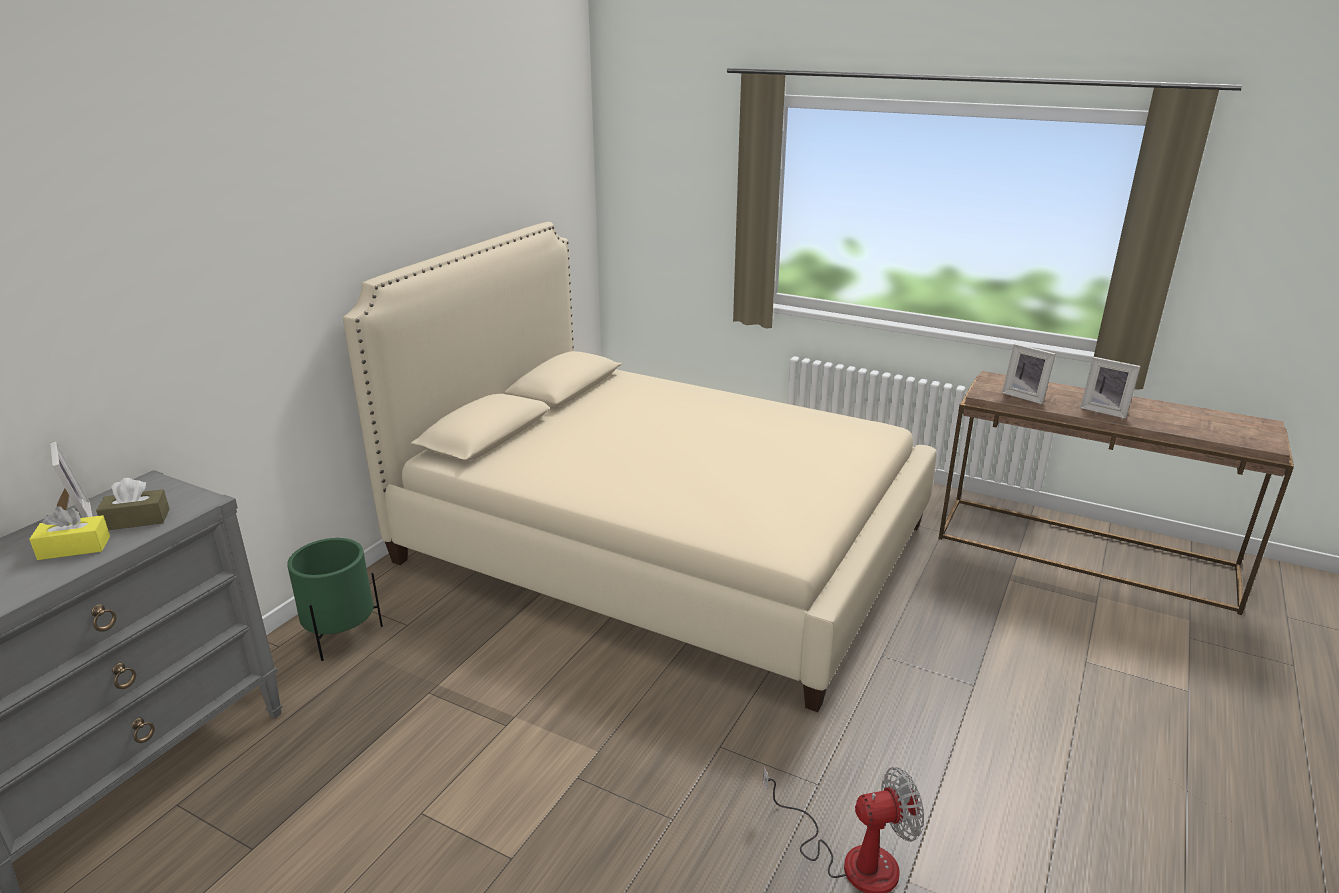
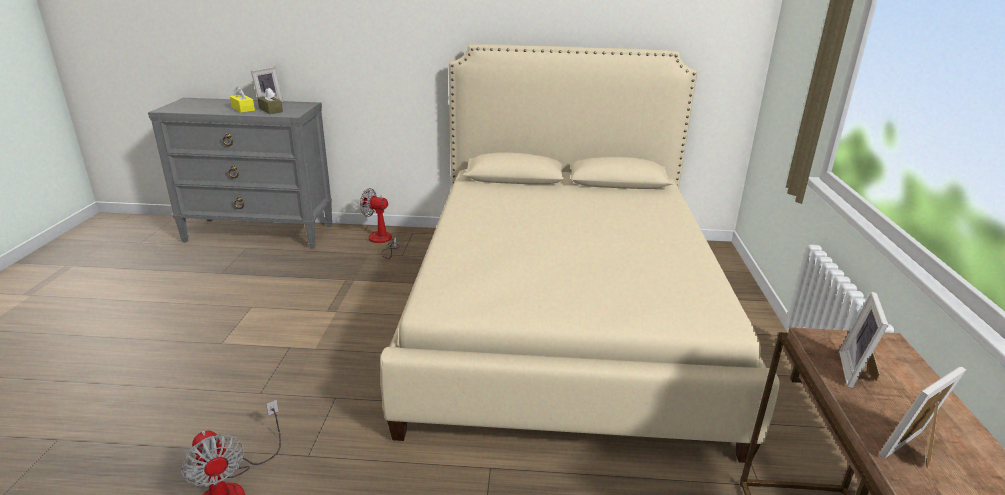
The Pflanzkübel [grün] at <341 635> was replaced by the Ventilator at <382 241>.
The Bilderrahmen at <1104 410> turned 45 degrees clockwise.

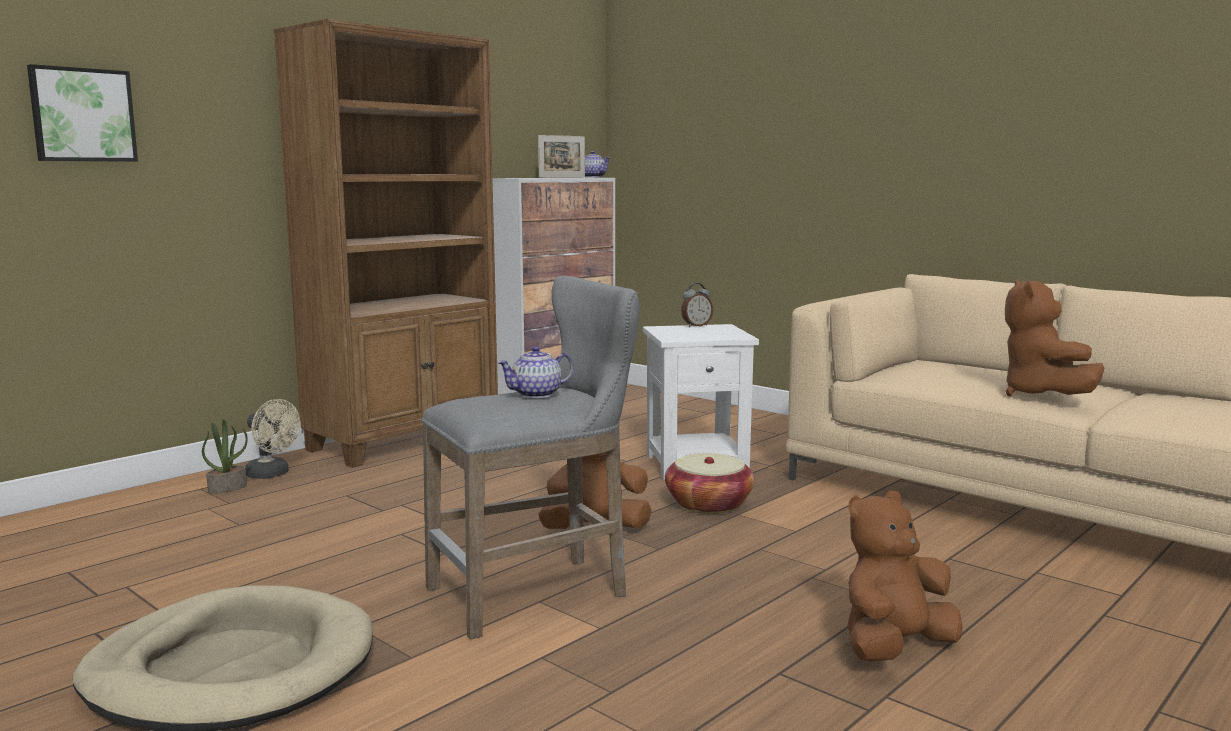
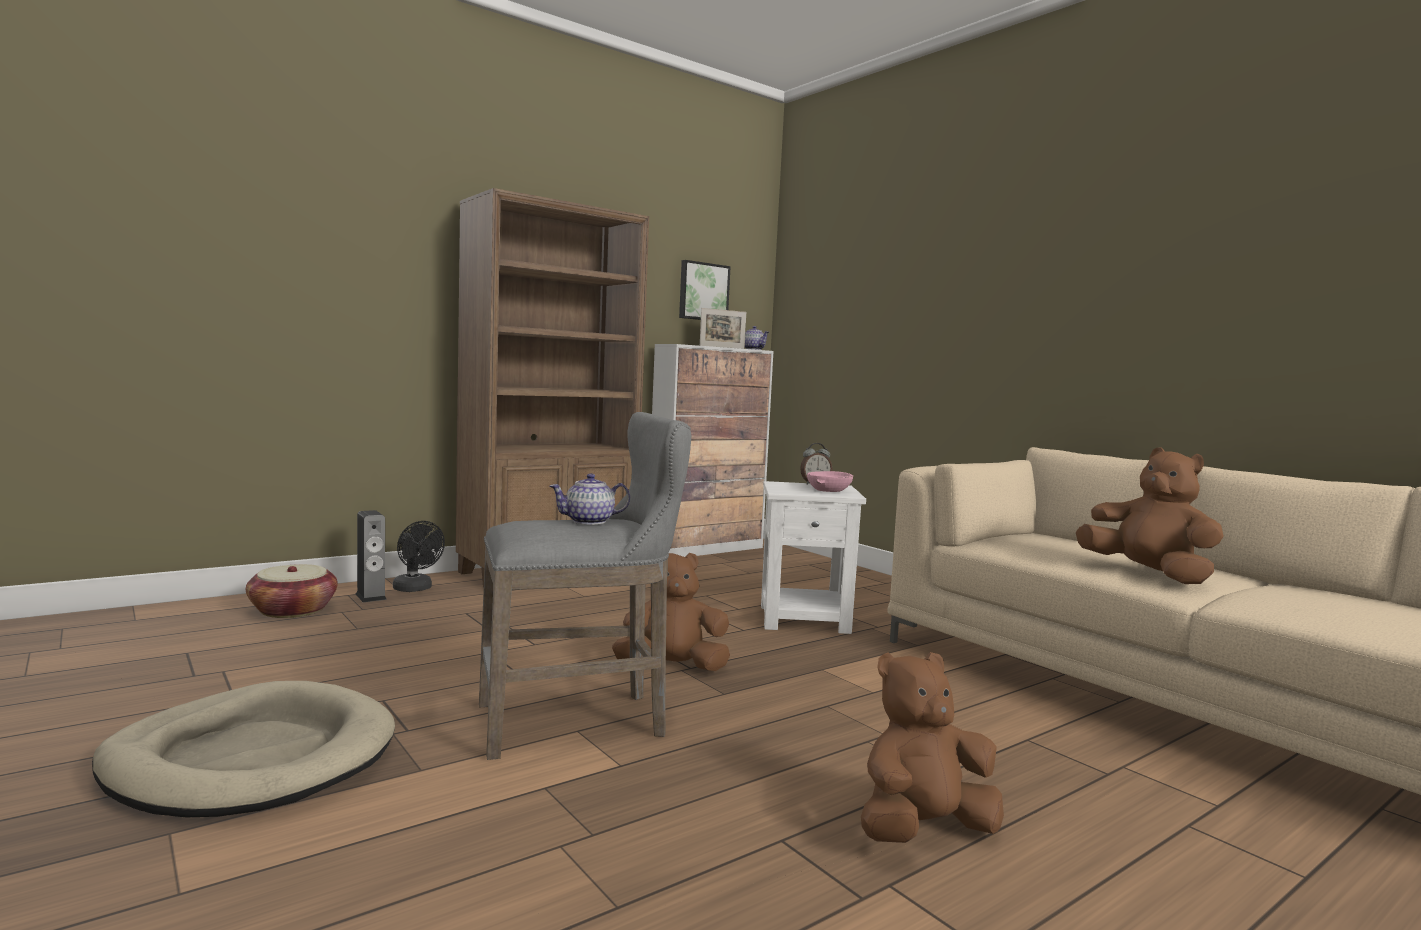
The Bild moved from <82 115> to <703 291>.
The Topfpflanze at <227 488> was replaced by the Lautsprecher at <371 596>.
The Ventilator [beige] at <272 474> became the Ventilator [schwarz] at <415 589>.
The Korb moved from <708 504> to <292 610>.
The Plüschtier [braun] at <1041 395> turned 135 degrees clockwise.
The Schüssel [rosa] at <829 490> appeared.

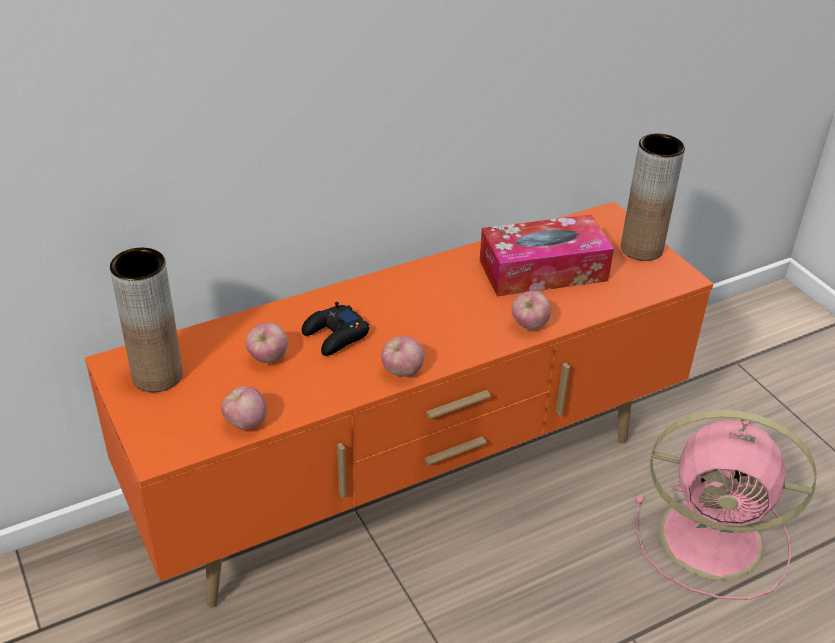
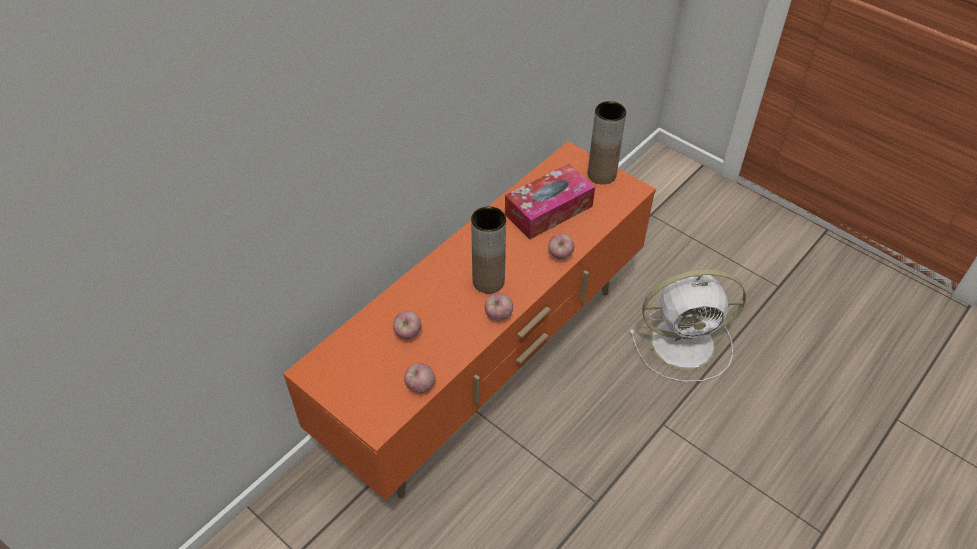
The Vase [braun] moved from <157 375> to <488 281>.
The Gamepad [schwarz] at <335 336> disappeared.
The Ventilator [rosa] at <715 539> became the Ventilator [weiß] at <685 343>.

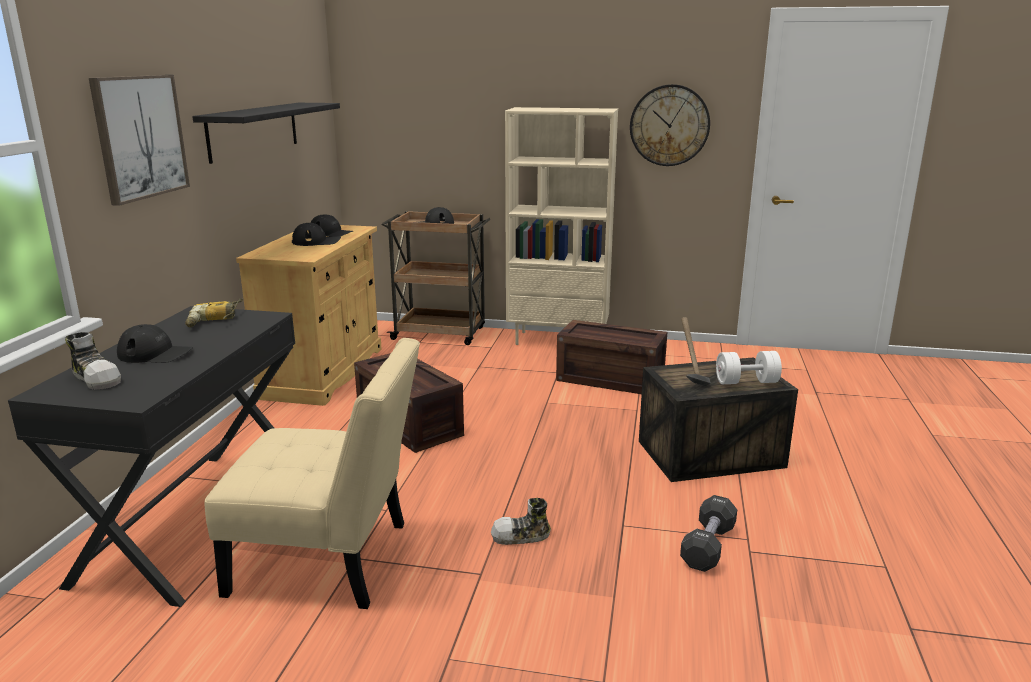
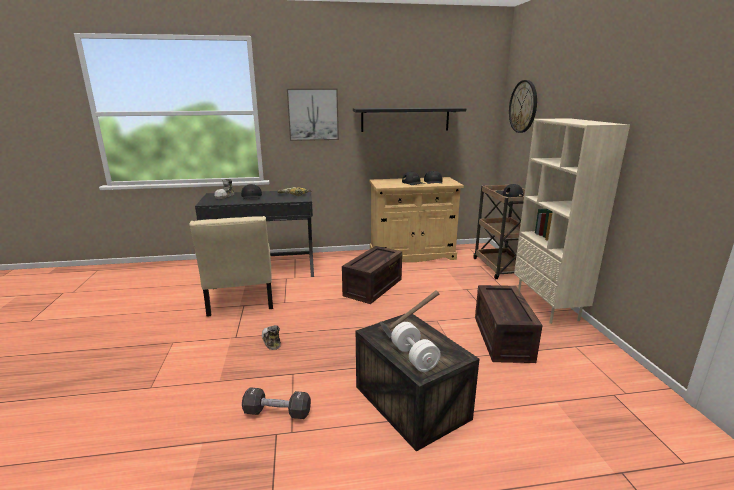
The Wanduhr moved from <669 125> to <523 106>.

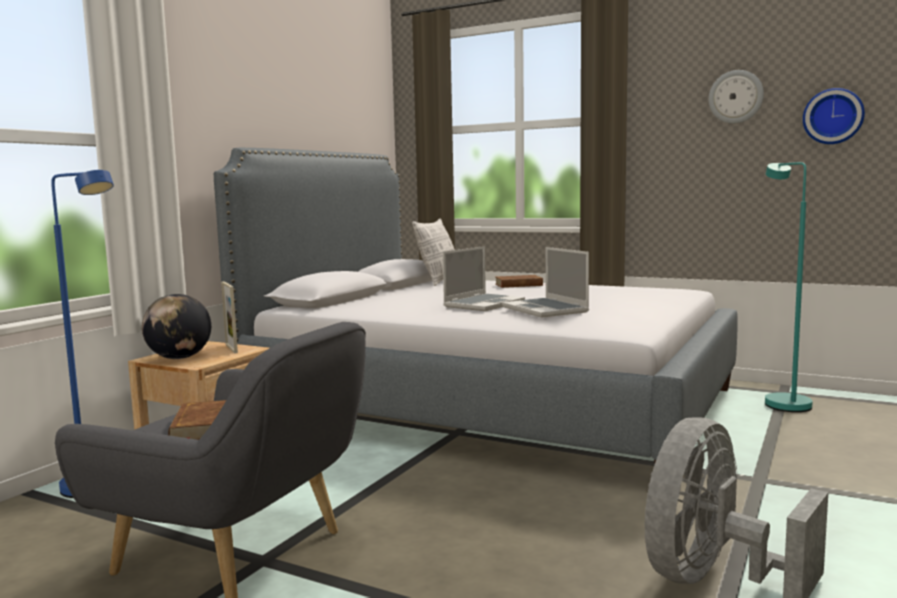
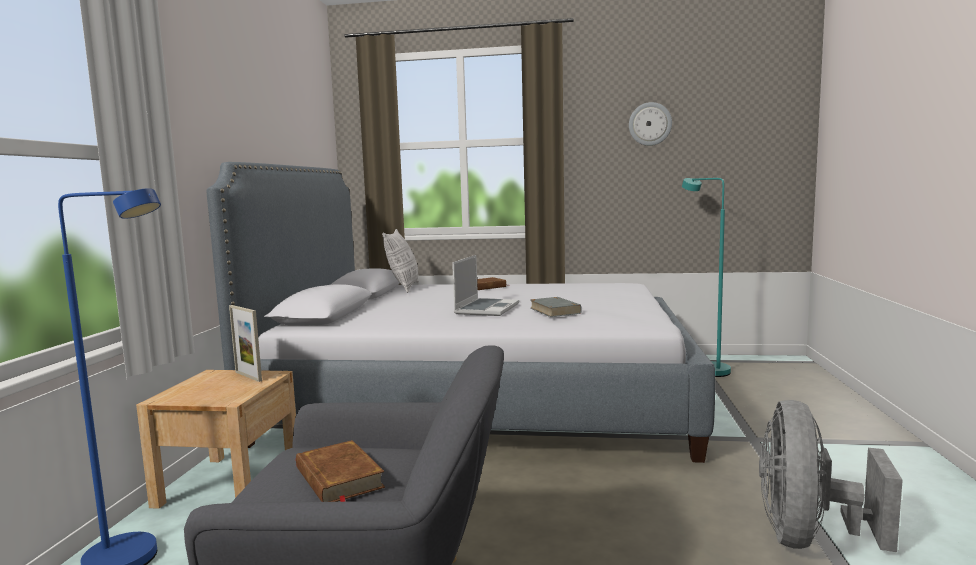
The Globus at <179 358> disappeared.
The Laptop at <546 310> was replaced by the Buch [grau] at <555 310>.
The Wanduhr at <833 116> disappeared.

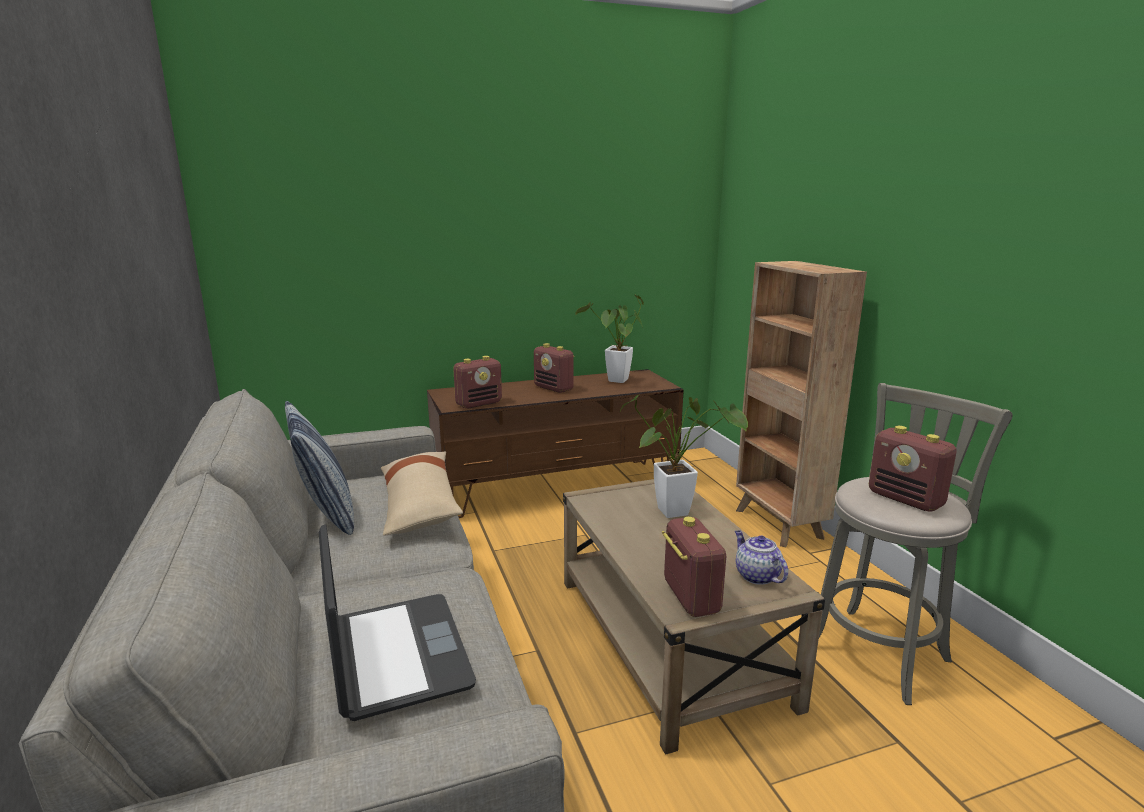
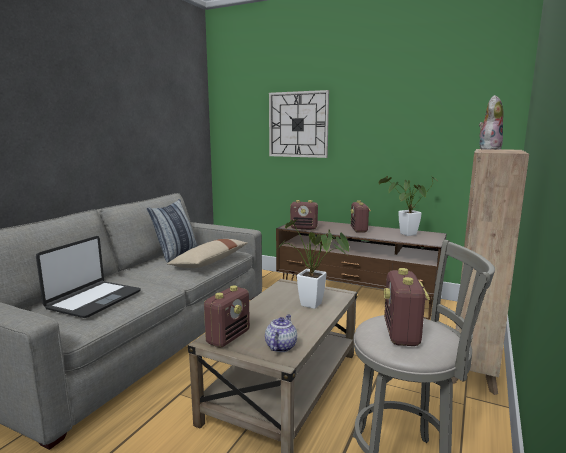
The Wanduhr at <298 124> appeared.
The Plüschtier at <488 149> appeared.

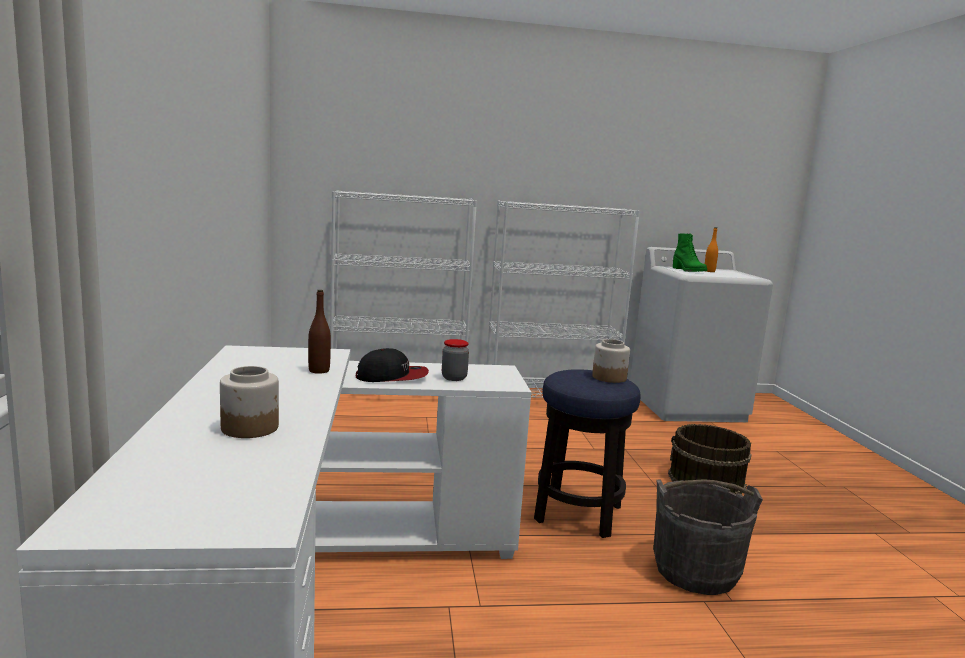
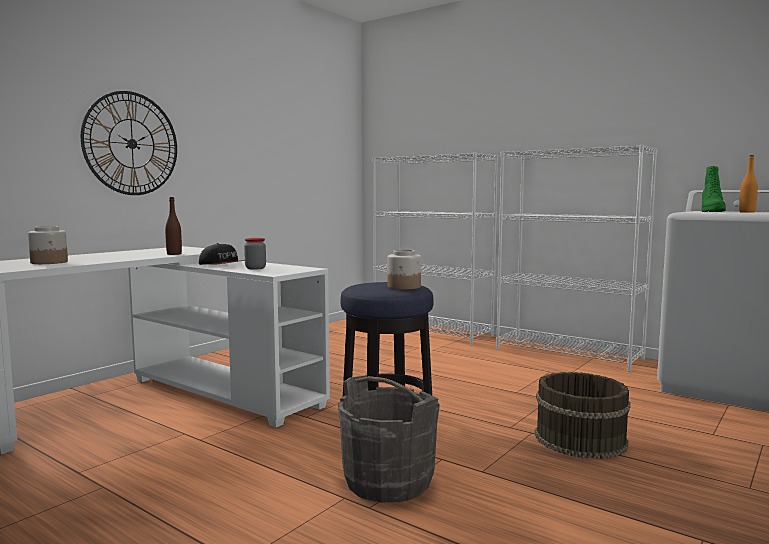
The Wanduhr at <131 143> appeared.

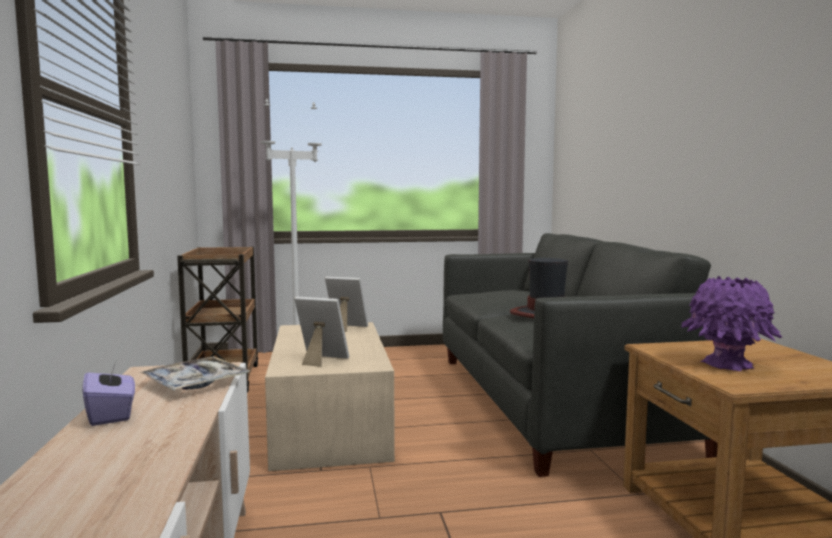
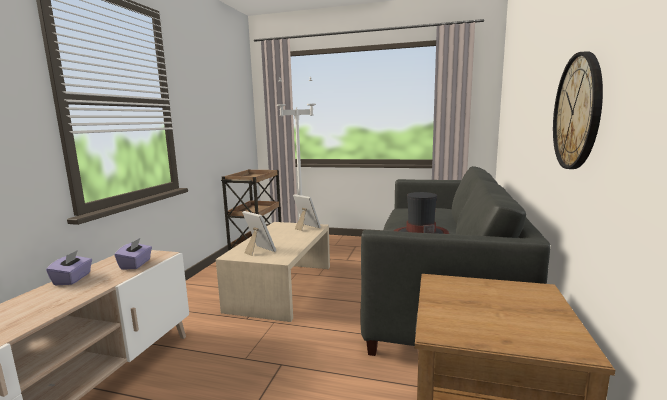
The Tablett at <195 383> was replaced by the Taschentuchbox [lila] at <136 264>.
The Vase [lila] at <726 364> disappeared.
The Wanduhr at <577 112> appeared.

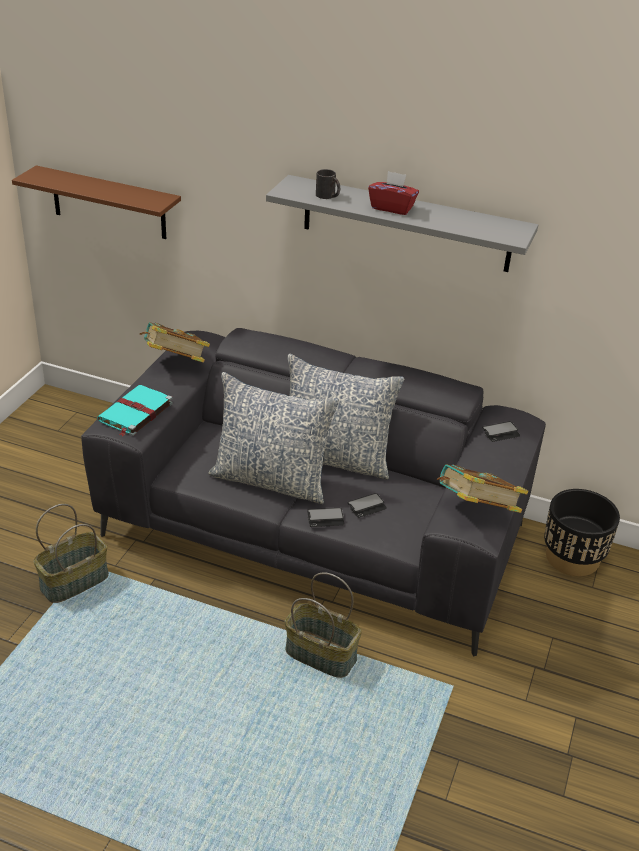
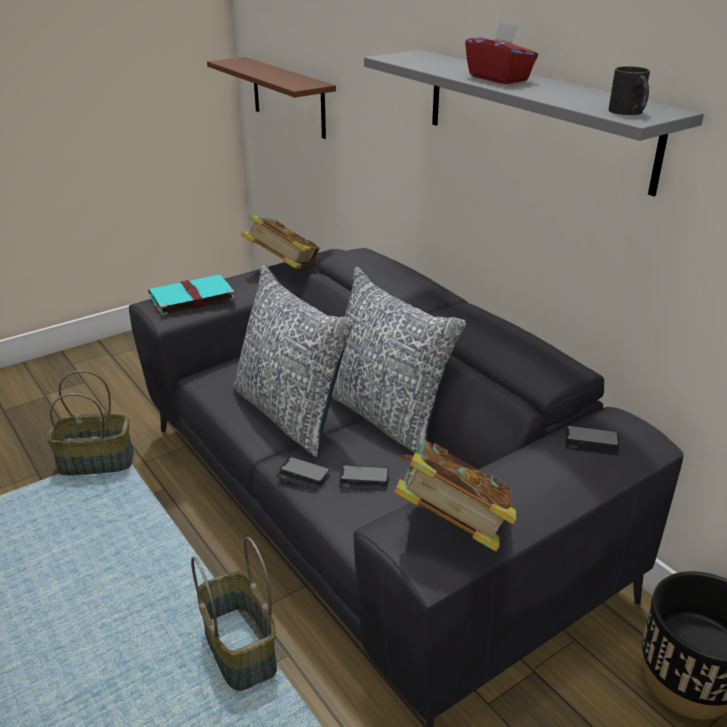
The Henkelbecher [schwarz] moved from <328 196> to <629 112>.

